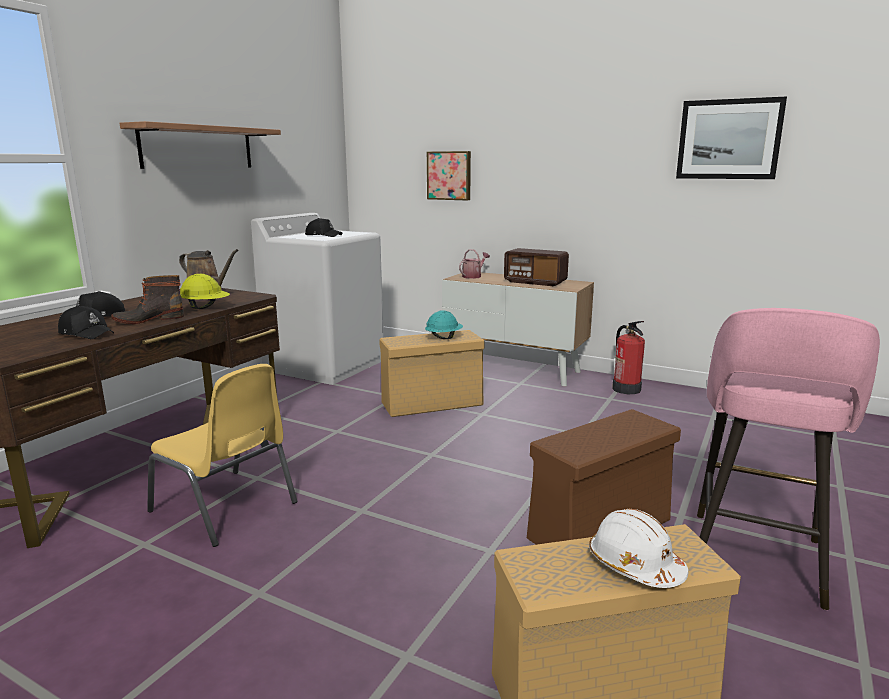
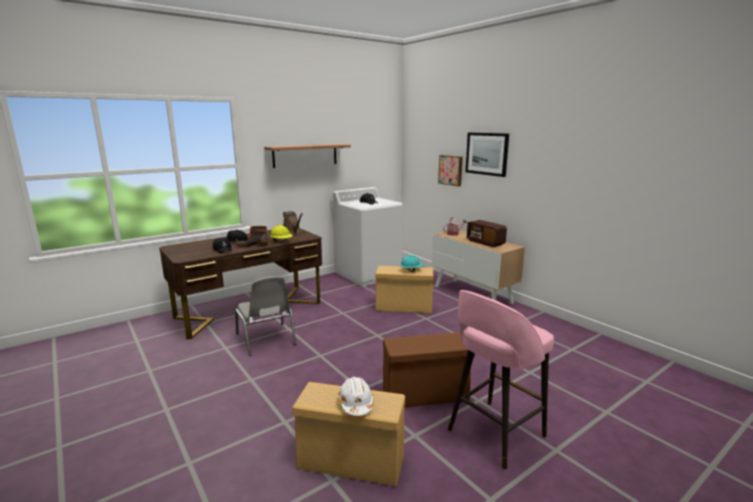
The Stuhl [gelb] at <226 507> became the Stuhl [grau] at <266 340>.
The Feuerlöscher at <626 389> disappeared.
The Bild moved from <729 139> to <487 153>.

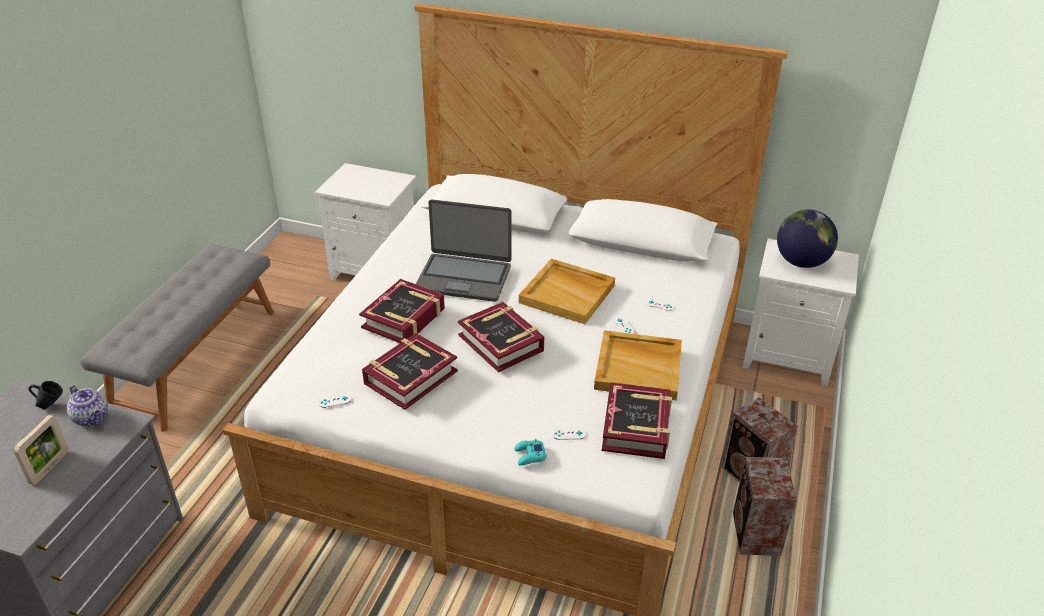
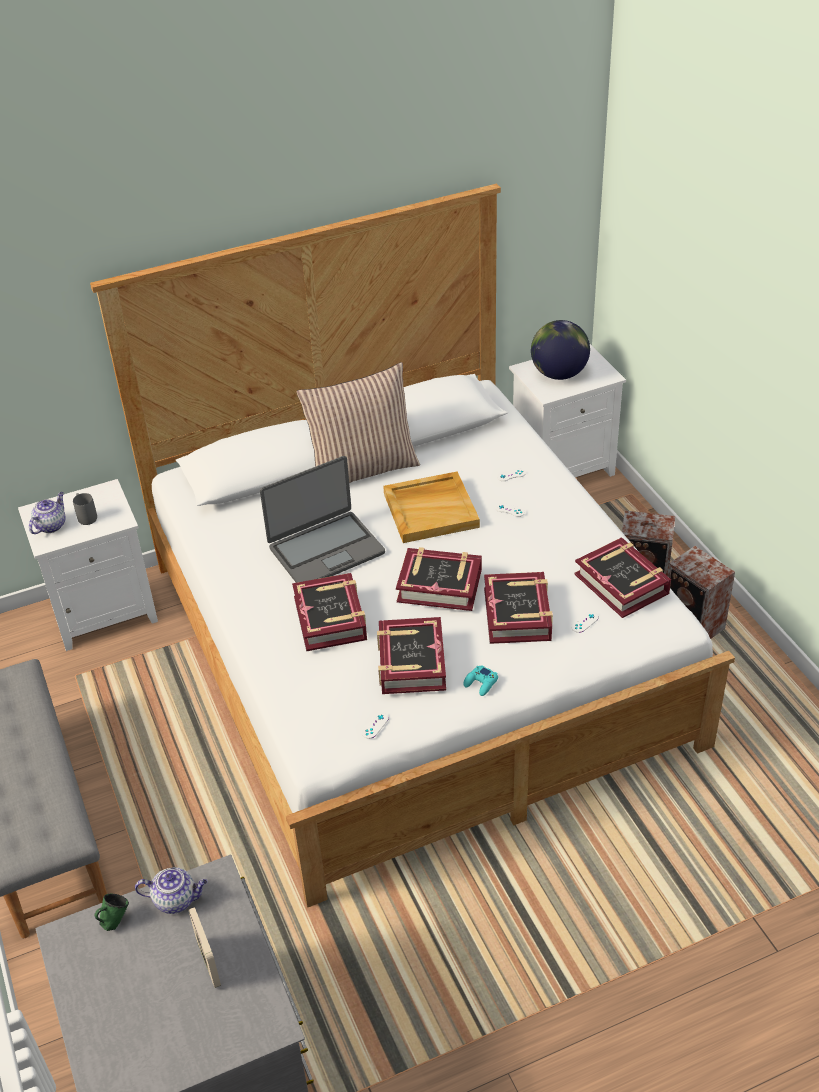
The Henkelbecher [blau] at <51 405> became the Henkelbecher [grün] at <115 921>.
The Gamepad [türkis] moved from <529 456> to <481 683>.
The Tablett [beige] at <639 367> disappeared.
The Teekanne at <51 525> appeared.
The Henkelbecher [grau] at <86 516> appeared.
The Kissen at <362 469> appeared.
The Buch at <518 614> appeared.

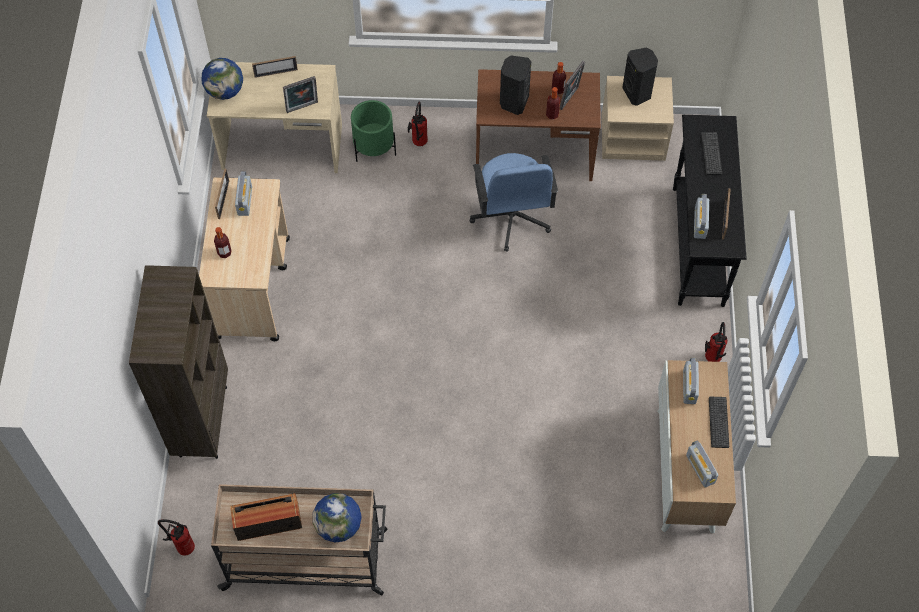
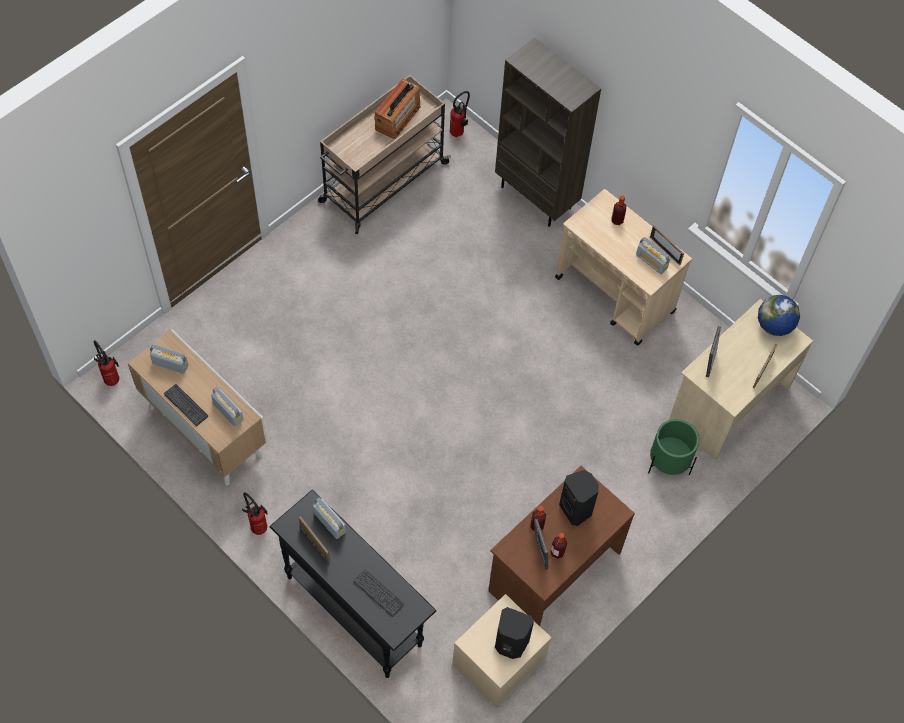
The Globus at <338 526> disappeared.
The Feuerlöscher moved from <418 144> to <111 378>.
The Bürostuhl [blau] at <511 218> disappeared.

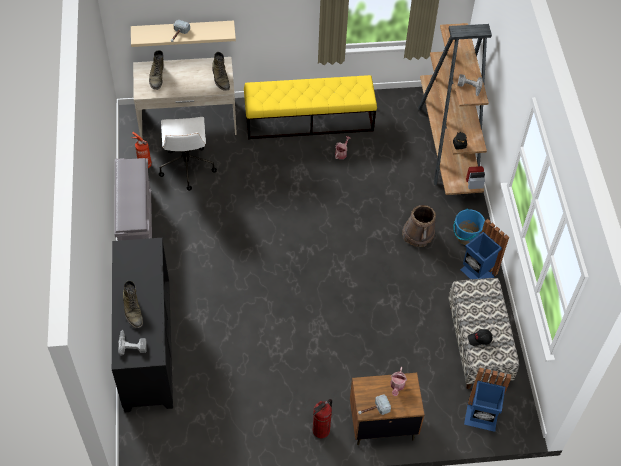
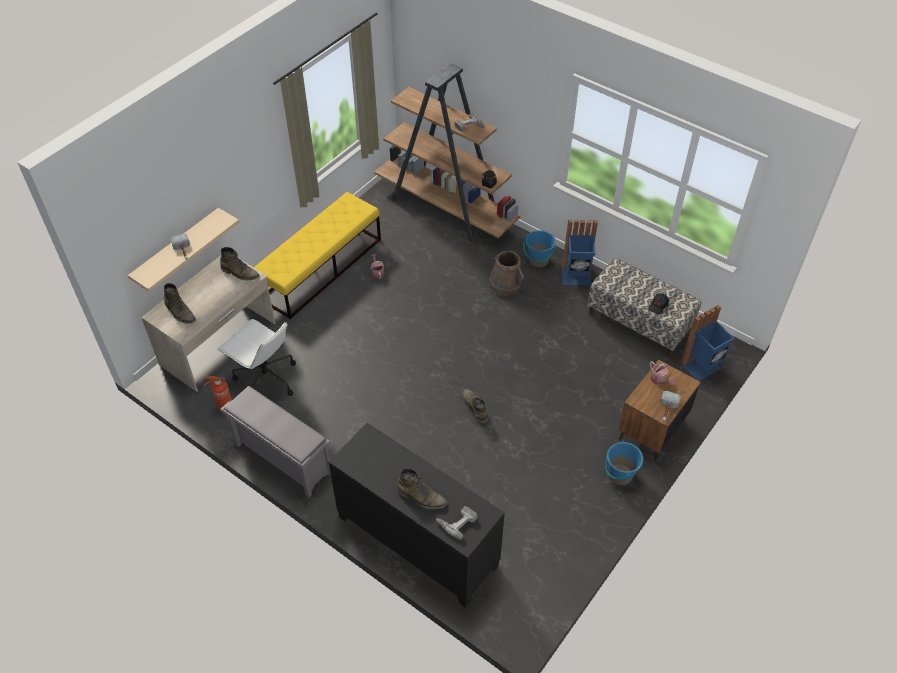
The Feuerlöscher at <321 430> was replaced by the Eimer [blau] at <620 475>.
The Stiefel [grün] at <475 407> appeared.

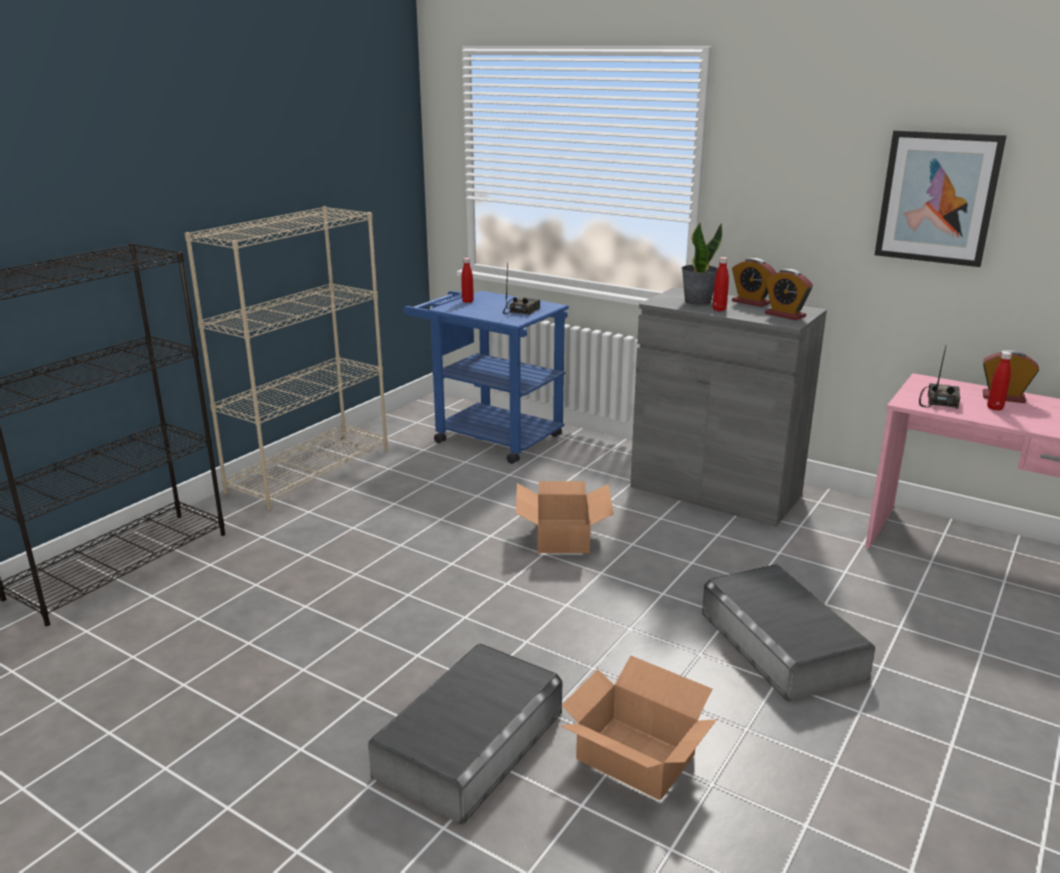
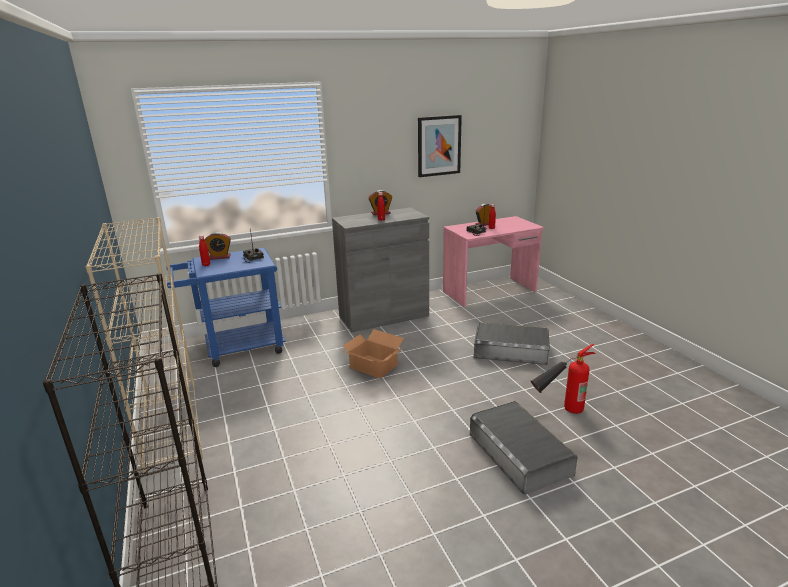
The Karton at <635 758> was replaced by the Feuerlöscher at <558 412>.
The Topfpflanze at <697 301> disappeared.
The Wecker moved from <785 315> to <220 257>.

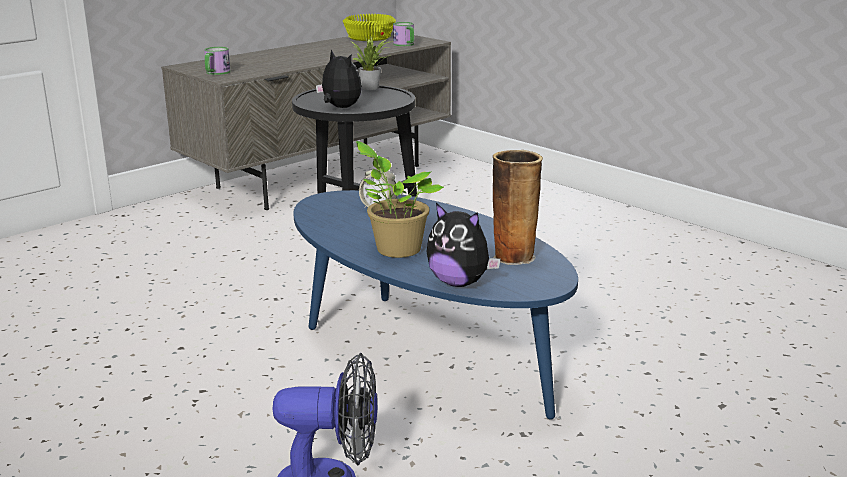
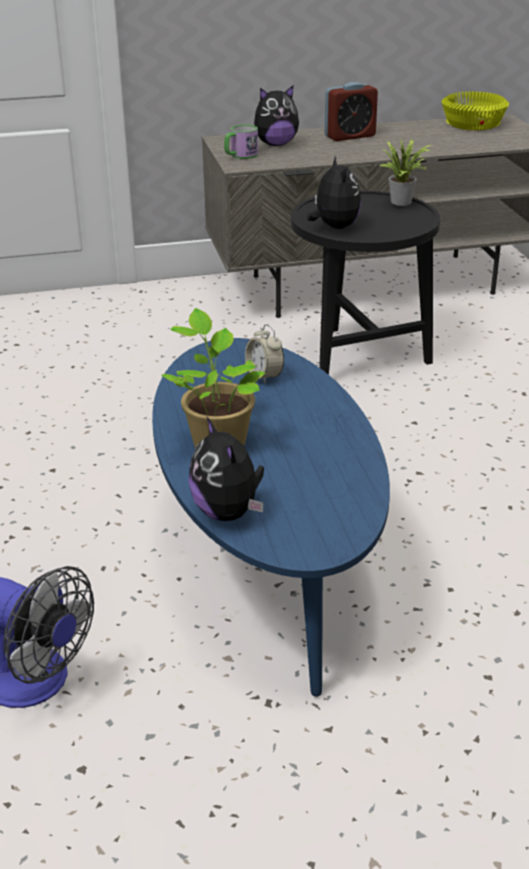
The Henkelbecher at <405 45> disappeared.
The Vase at <514 257> disappeared.
The Plüschtier at <275 144> appeared.
The Wecker at <350 136> appeared.

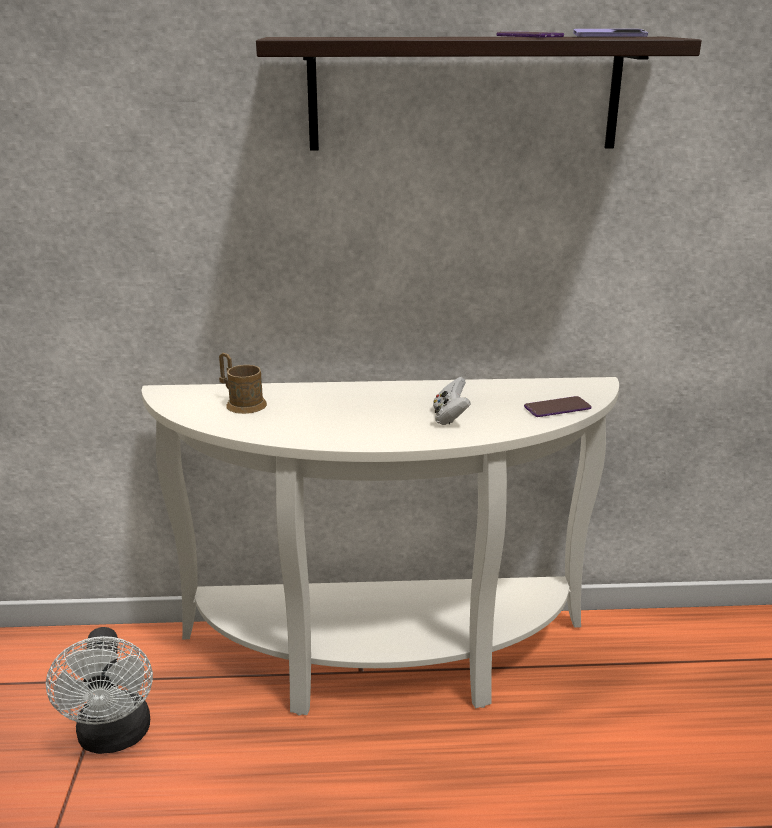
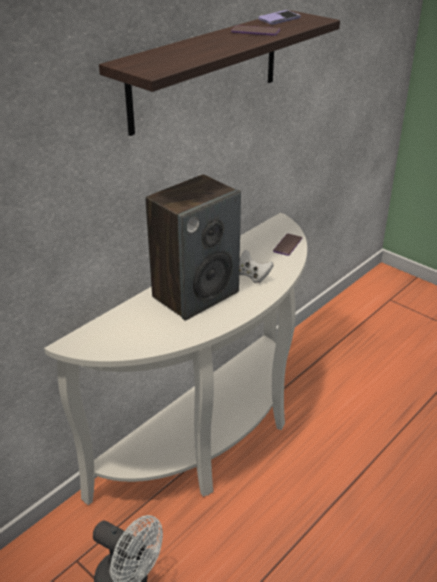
The Henkelbecher [braun] at <241 403> disappeared.
The Lautsprecher at <195 294> appeared.

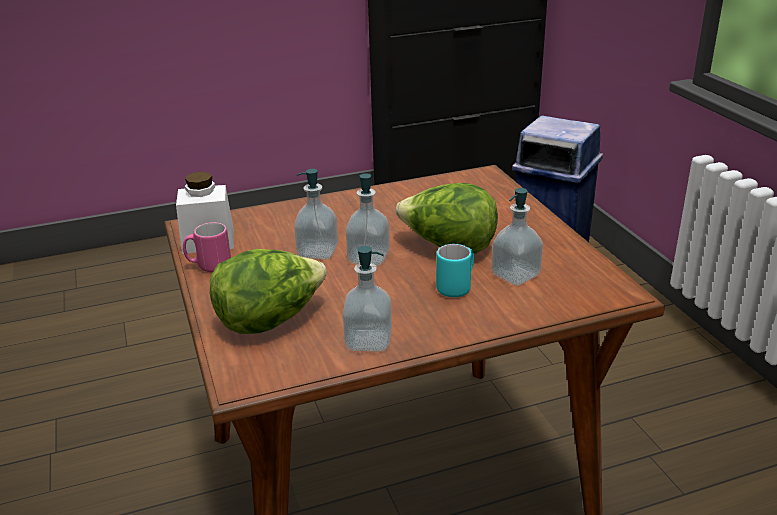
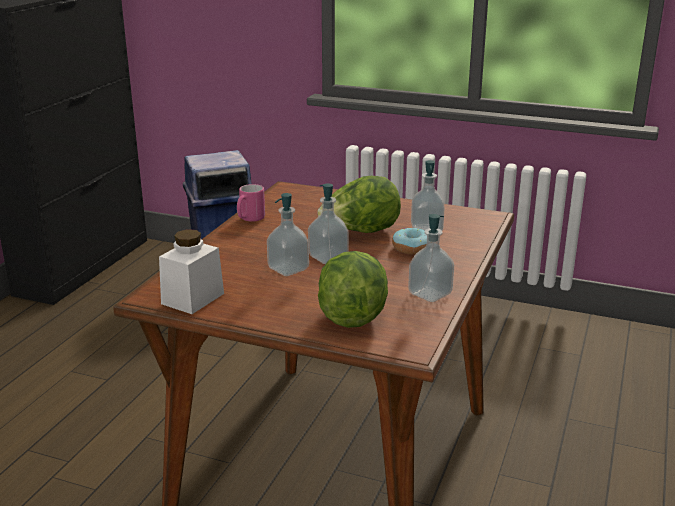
The Henkelbecher [rosa] moved from <209 266> to <249 219>.
The Henkelbecher [türkis] at <457 287> was replaced by the Donut at <412 248>.

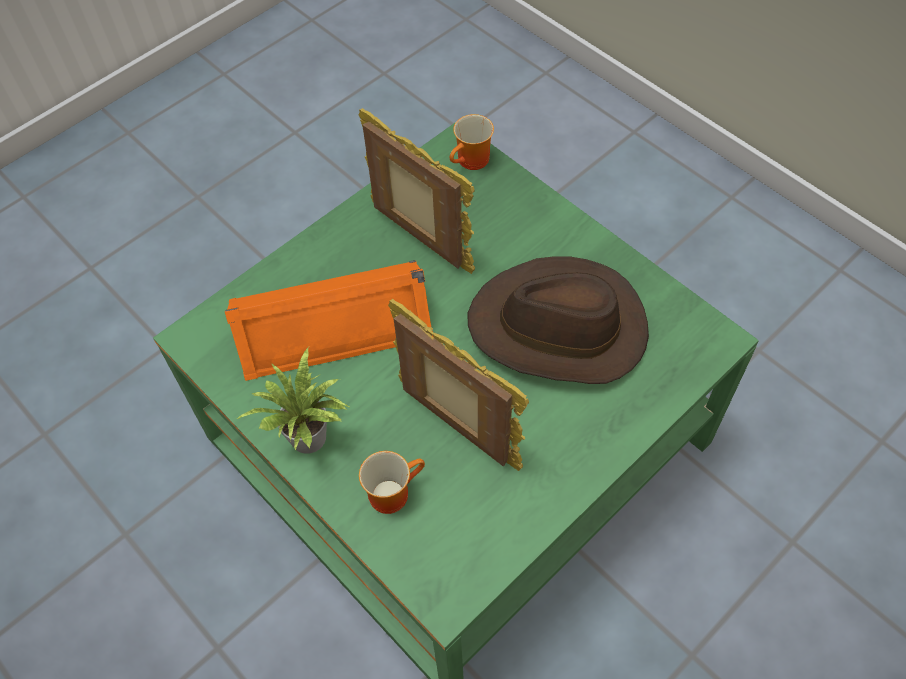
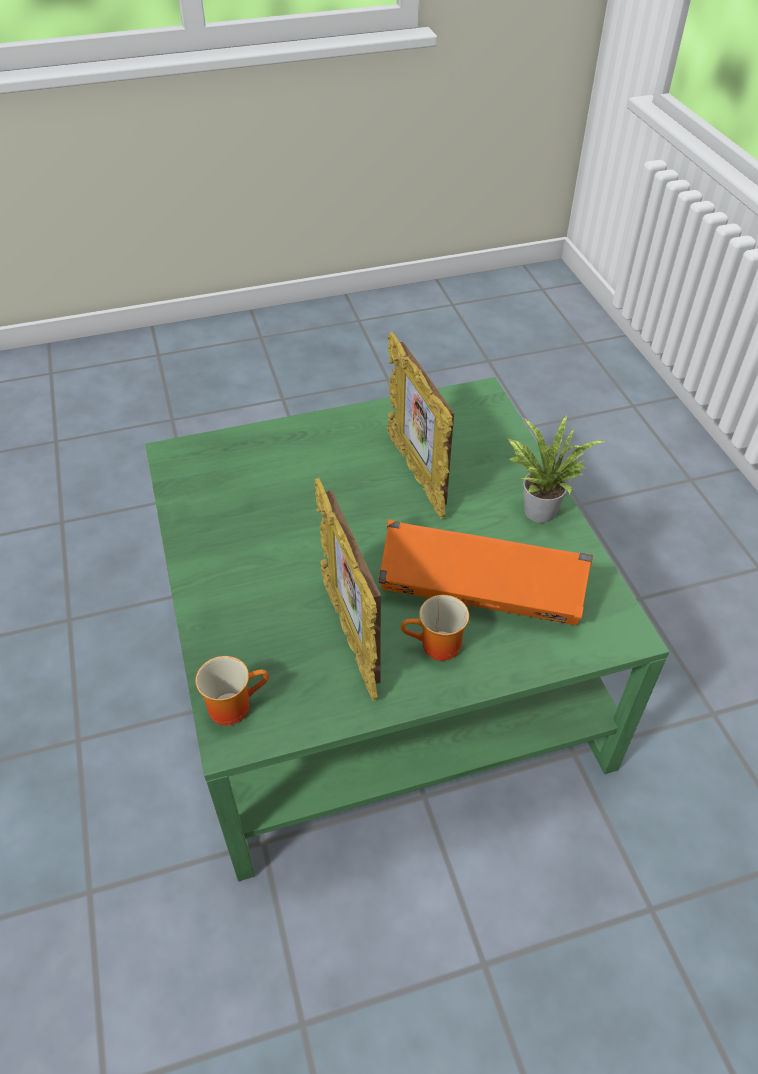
The Henkelbecher moved from <391 490> to <436 648>.
The Hut [braun] at <558 328> disappeared.

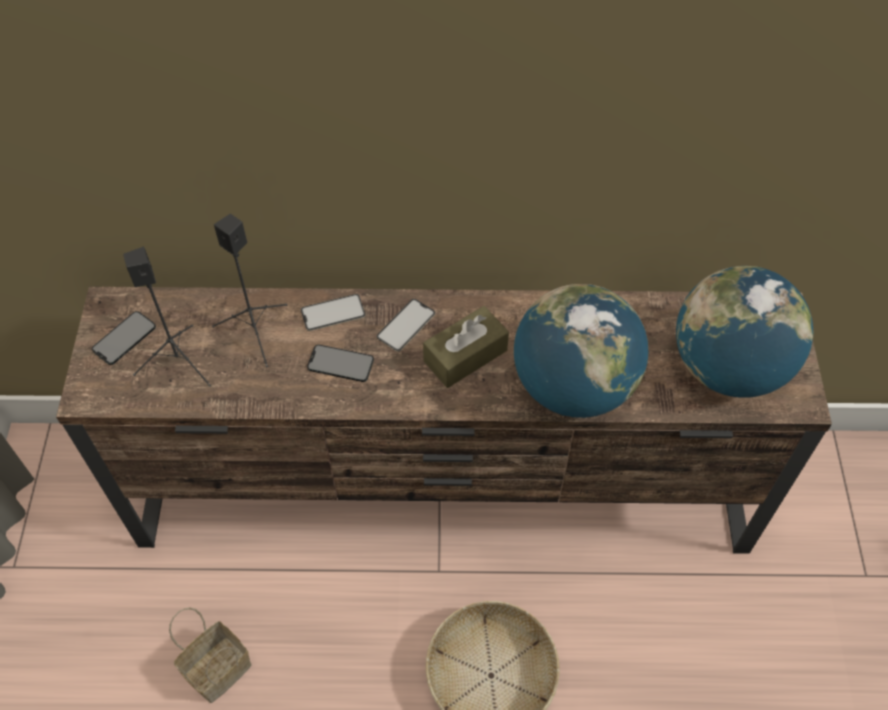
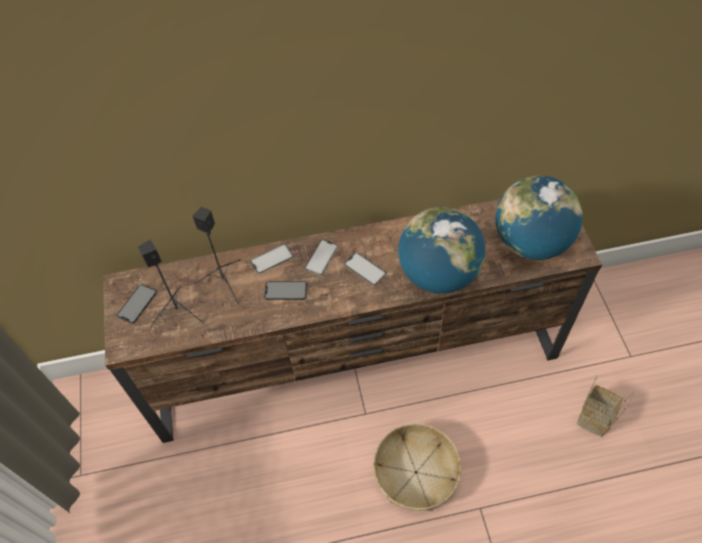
The Korb moved from <219 667> to <595 415>.
The Taschentuchbox [braun] at <465 356> was replaced by the Handy at <365 269>.

